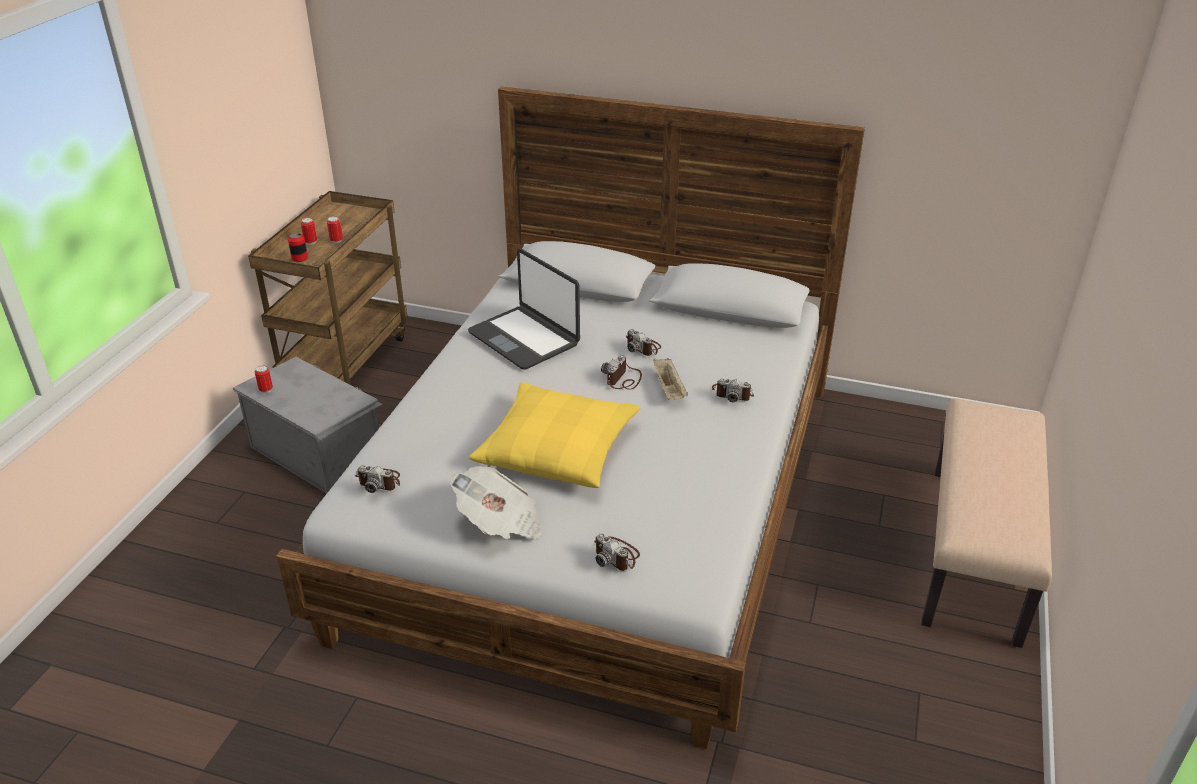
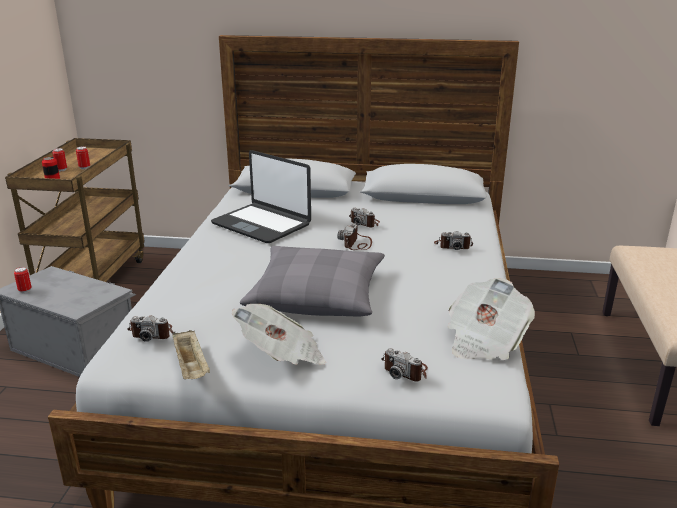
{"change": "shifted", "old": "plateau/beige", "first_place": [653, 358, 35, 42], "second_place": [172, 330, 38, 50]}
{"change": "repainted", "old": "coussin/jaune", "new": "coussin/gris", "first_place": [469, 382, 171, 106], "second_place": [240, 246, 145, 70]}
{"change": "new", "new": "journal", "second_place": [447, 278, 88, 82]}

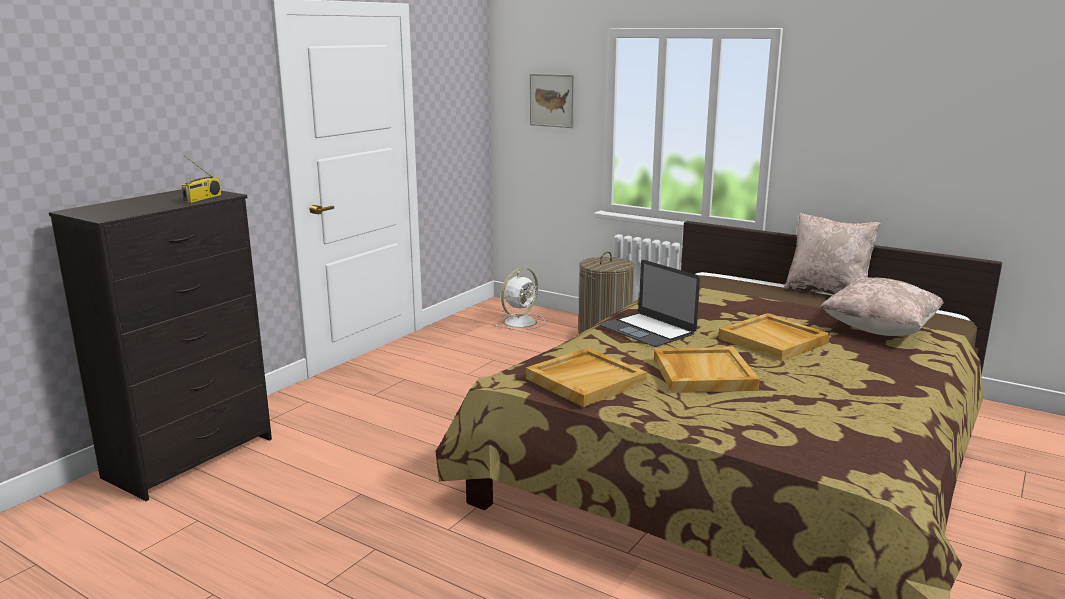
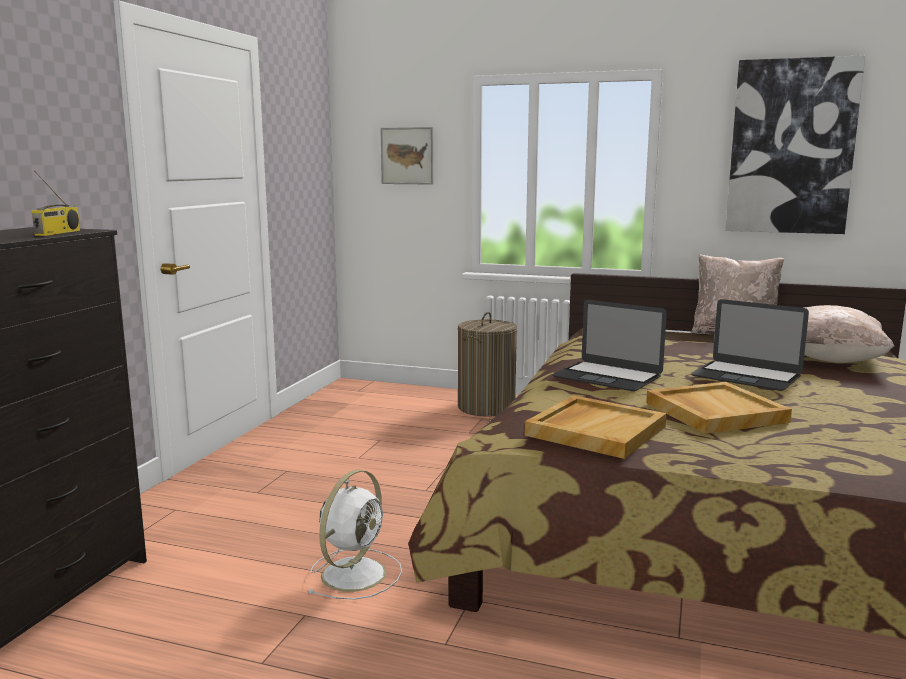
{"change": "shifted", "old": "ventilateur/blanc", "first_place": [495, 267, 50, 63], "second_place": [307, 470, 95, 130]}
{"change": "swapped", "old": "plateau/beige", "new": "ordinateur portable", "first_place": [718, 313, 112, 48], "second_place": [691, 299, 118, 92]}
{"change": "new", "new": "tableau", "second_place": [725, 55, 140, 179]}

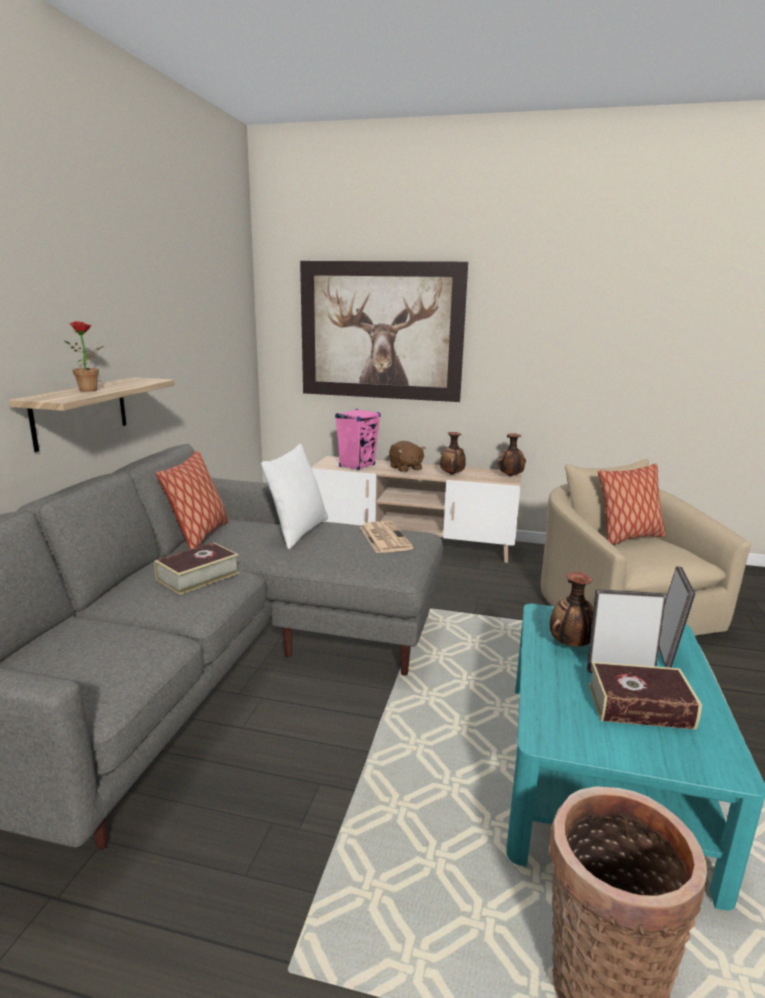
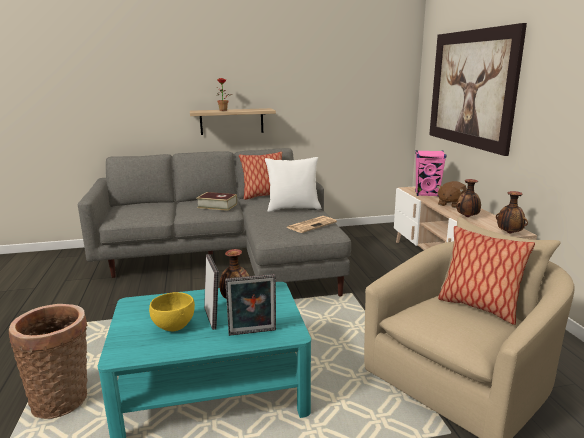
{"change": "swapped", "old": "livre", "new": "bol/jaune", "first_place": [588, 662, 114, 68], "second_place": [149, 292, 46, 39]}

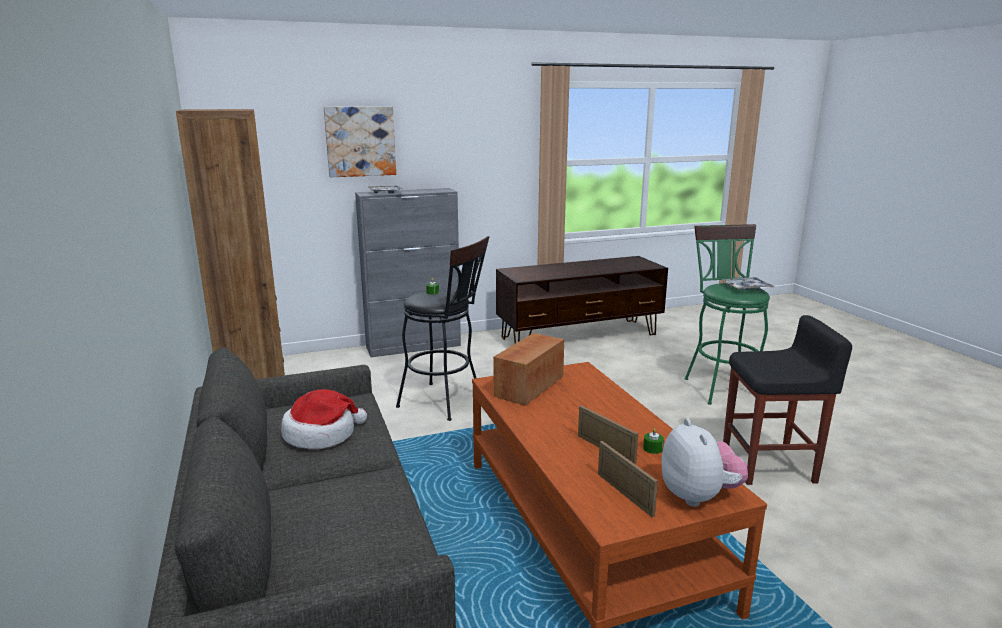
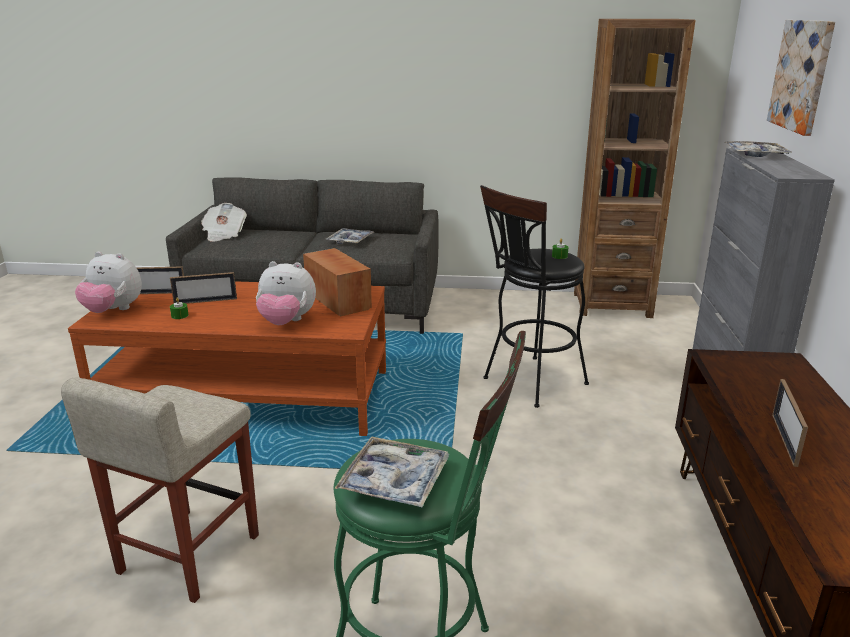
{"change": "repainted", "old": "tabouret/noir", "new": "tabouret/beige", "first_place": [723, 315, 129, 170], "second_place": [61, 377, 198, 226]}
{"change": "swapped", "old": "chapeau", "new": "plateau", "first_place": [281, 389, 86, 60], "second_place": [326, 228, 48, 16]}
{"change": "new", "new": "journal", "second_place": [201, 203, 46, 38]}
{"change": "new", "new": "peluche", "second_place": [256, 261, 60, 64]}
{"change": "new", "new": "cadre photo", "second_place": [772, 379, 36, 88]}

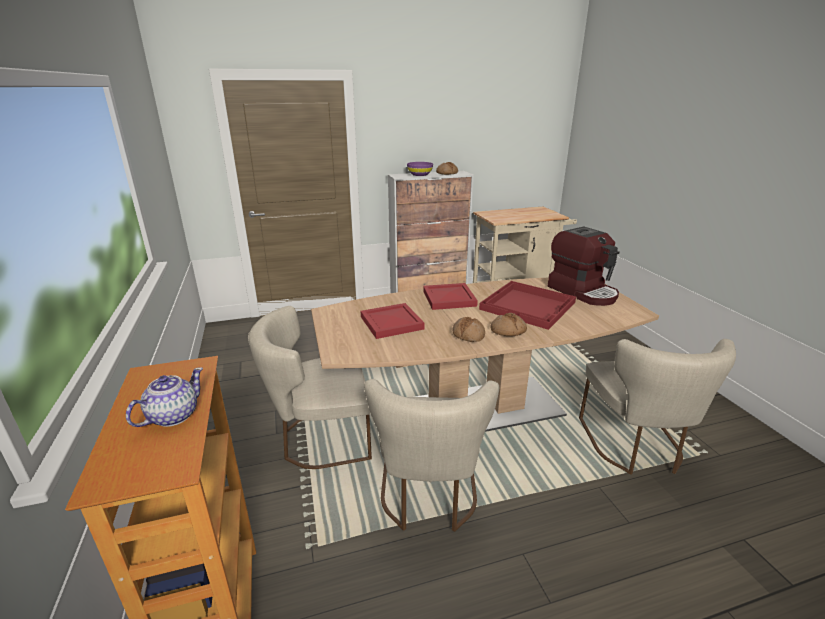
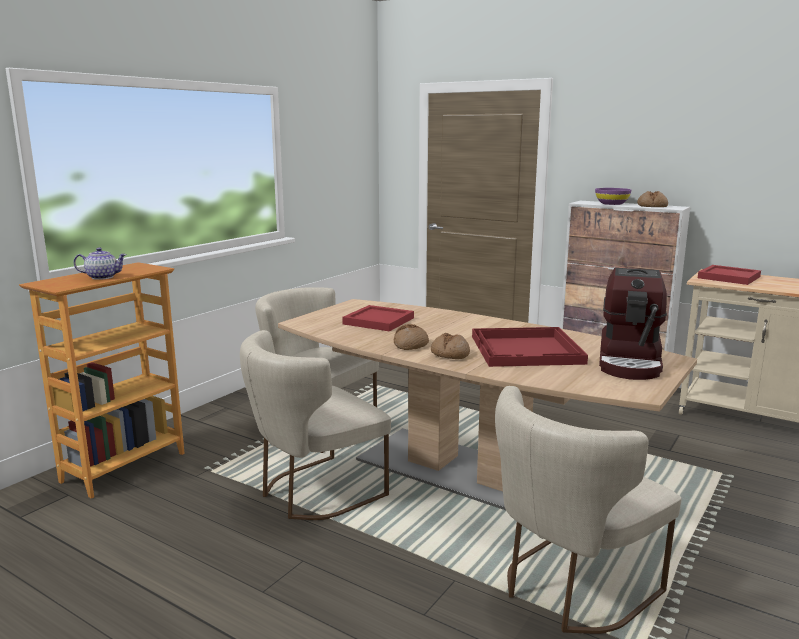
{"change": "shifted", "old": "plateau/rouge", "first_place": [423, 283, 55, 27], "second_place": [698, 265, 63, 20]}

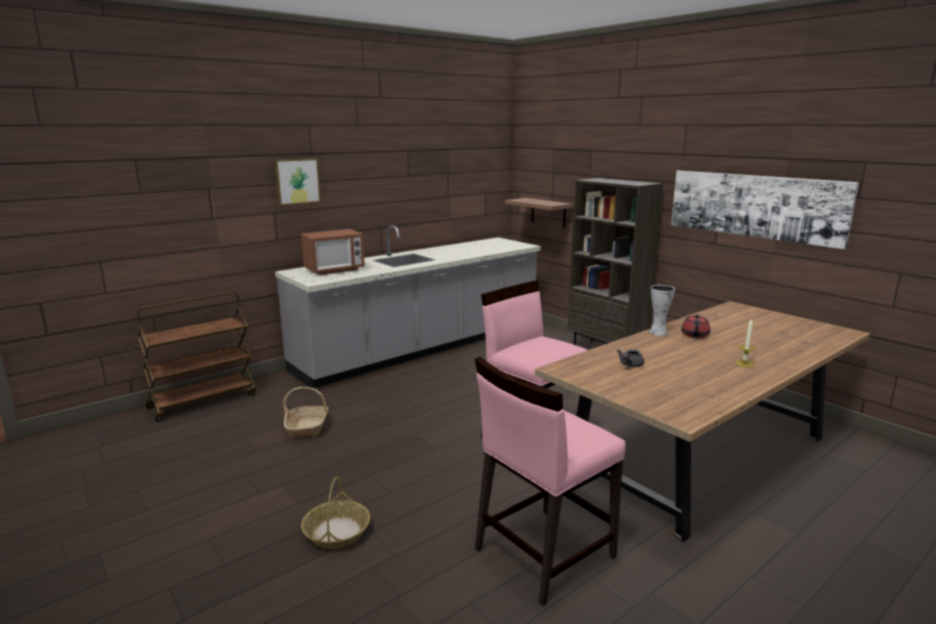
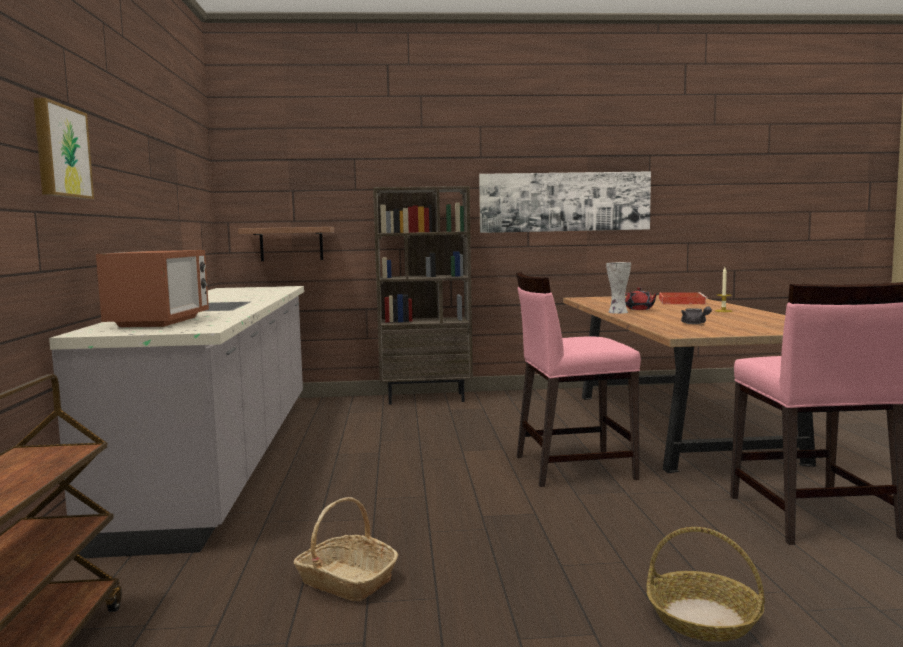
{"change": "new", "new": "plateau/rouge", "second_place": [659, 292, 49, 12]}

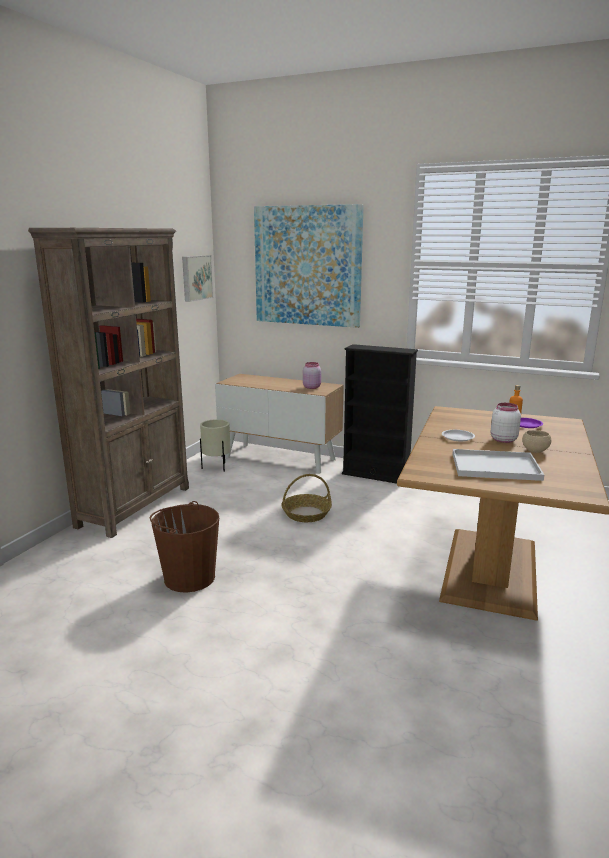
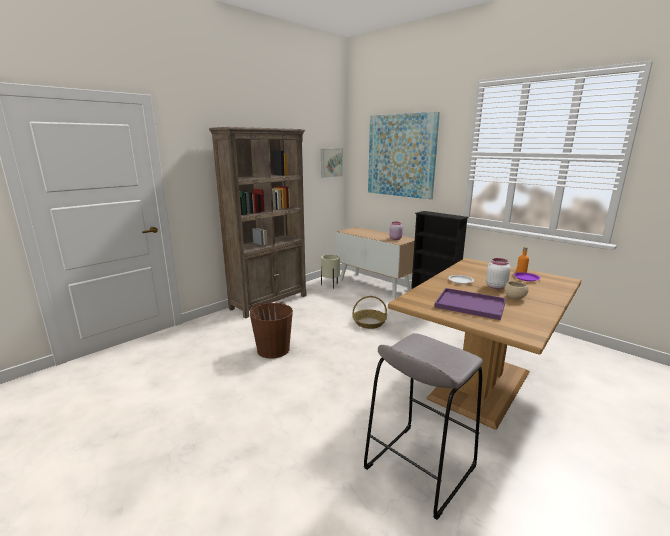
{"change": "repainted", "old": "plateau/blanc", "new": "plateau/violet", "first_place": [453, 449, 91, 32], "second_place": [434, 288, 72, 32]}
{"change": "new", "new": "tabouret/gris", "second_place": [364, 333, 119, 187]}

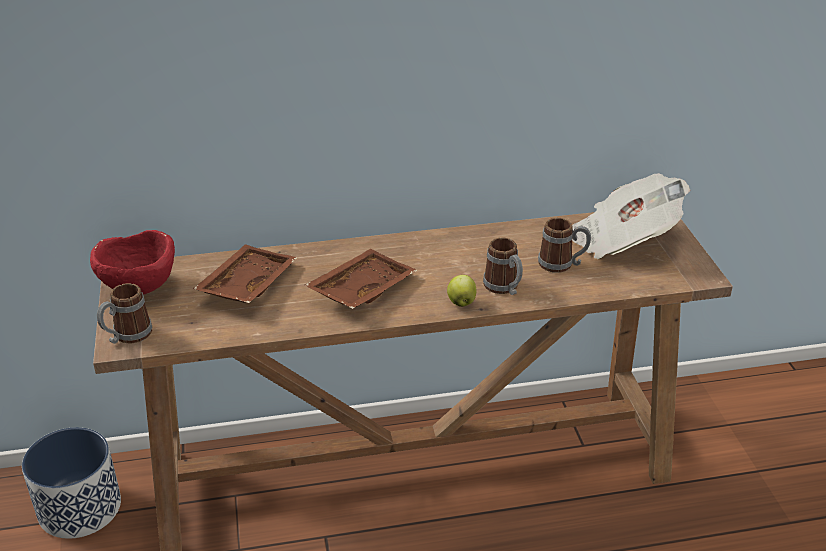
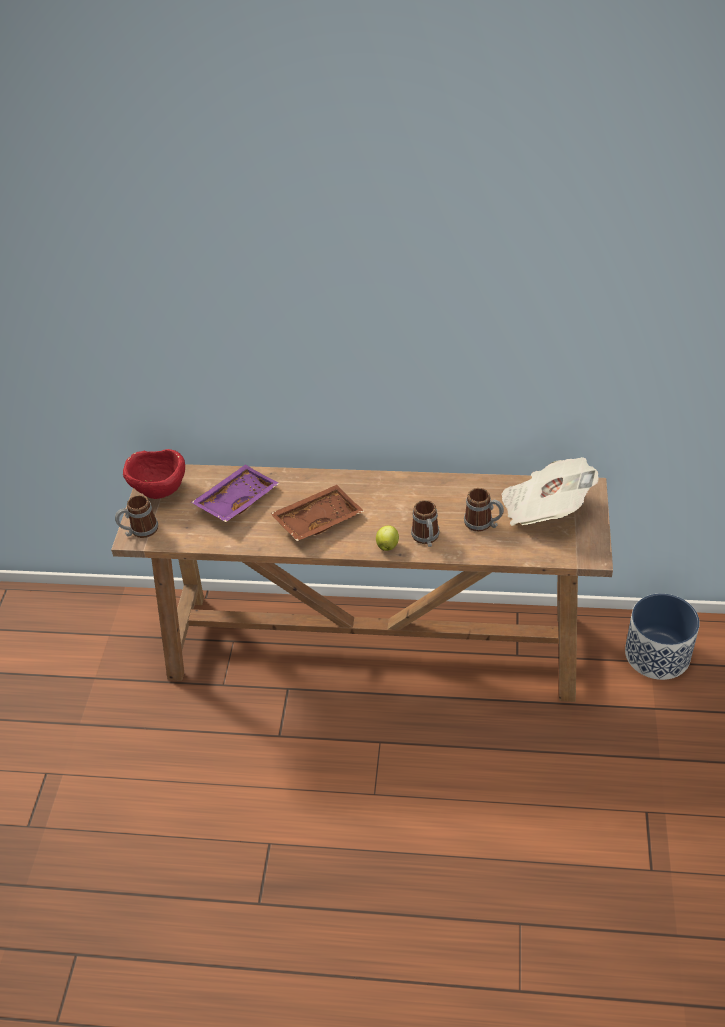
{"change": "repainted", "old": "plateau/marron", "new": "plateau/violet", "first_place": [193, 244, 104, 59], "second_place": [191, 464, 89, 58]}
{"change": "shifted", "old": "cache-pot", "first_place": [22, 427, 99, 112], "second_place": [625, 593, 75, 87]}

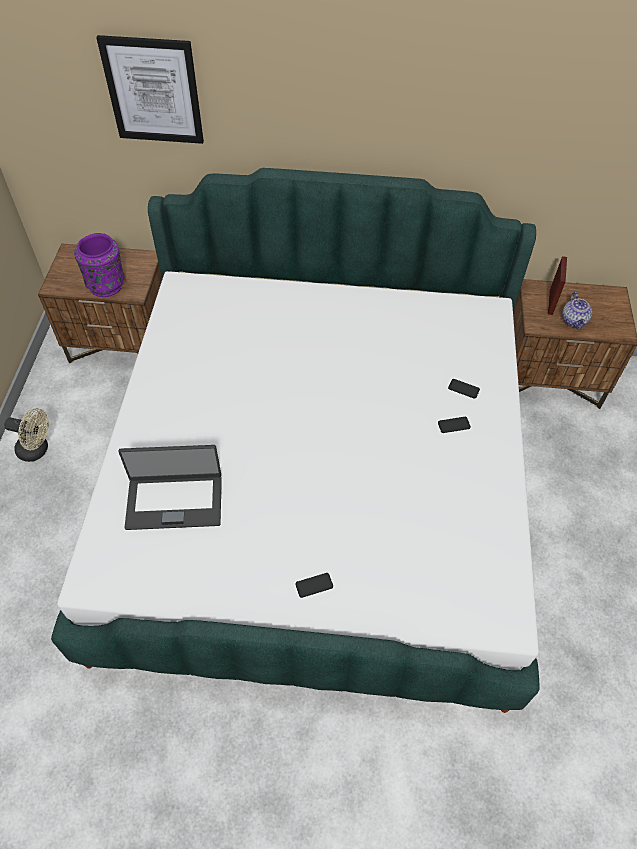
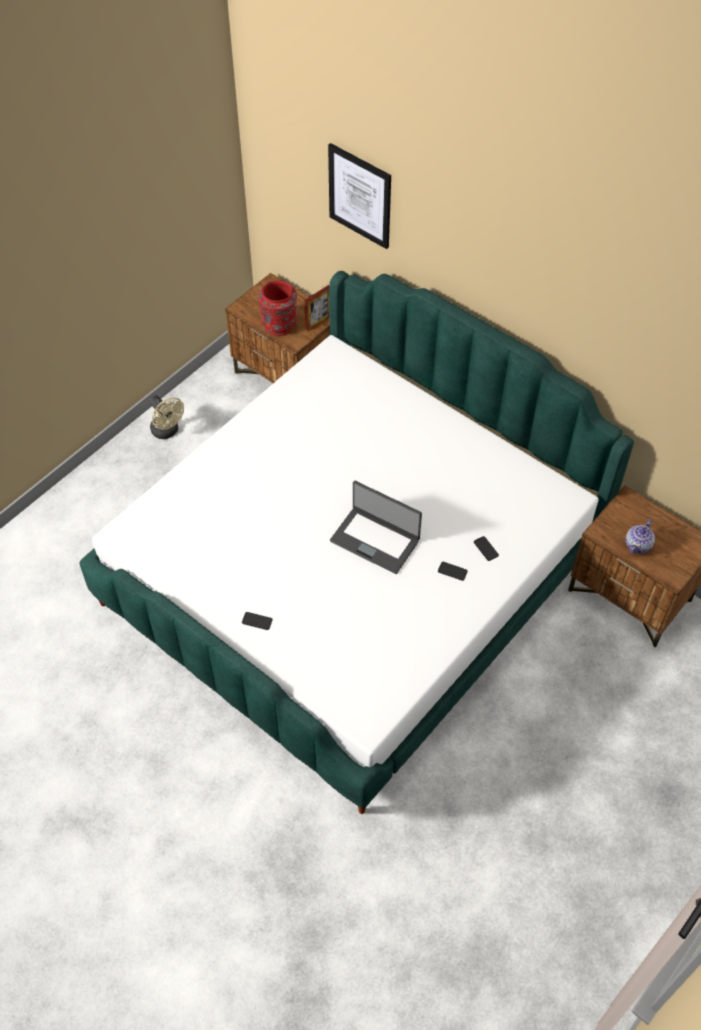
{"change": "repainted", "old": "vase/violet", "new": "vase/rouge", "first_place": [74, 233, 51, 64], "second_place": [258, 281, 39, 55]}
{"change": "shifted", "old": "cadre photo", "first_place": [548, 256, 19, 59], "second_place": [305, 285, 24, 46]}
{"change": "shifted", "old": "ordinateur portable", "first_place": [118, 445, 104, 85], "second_place": [330, 481, 92, 93]}

